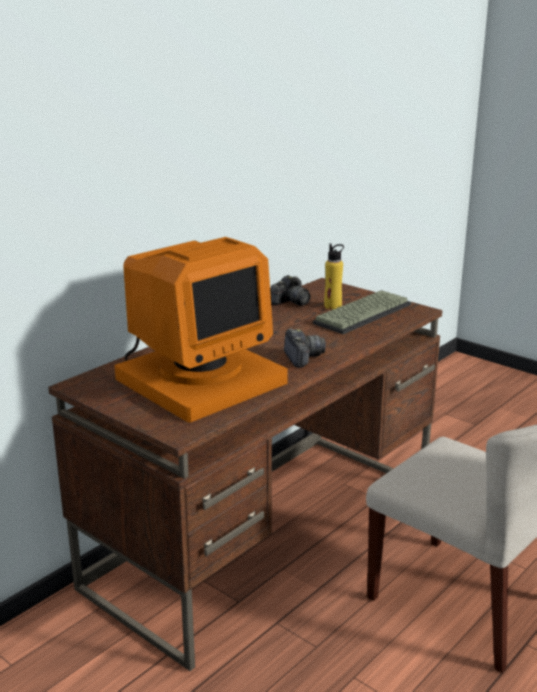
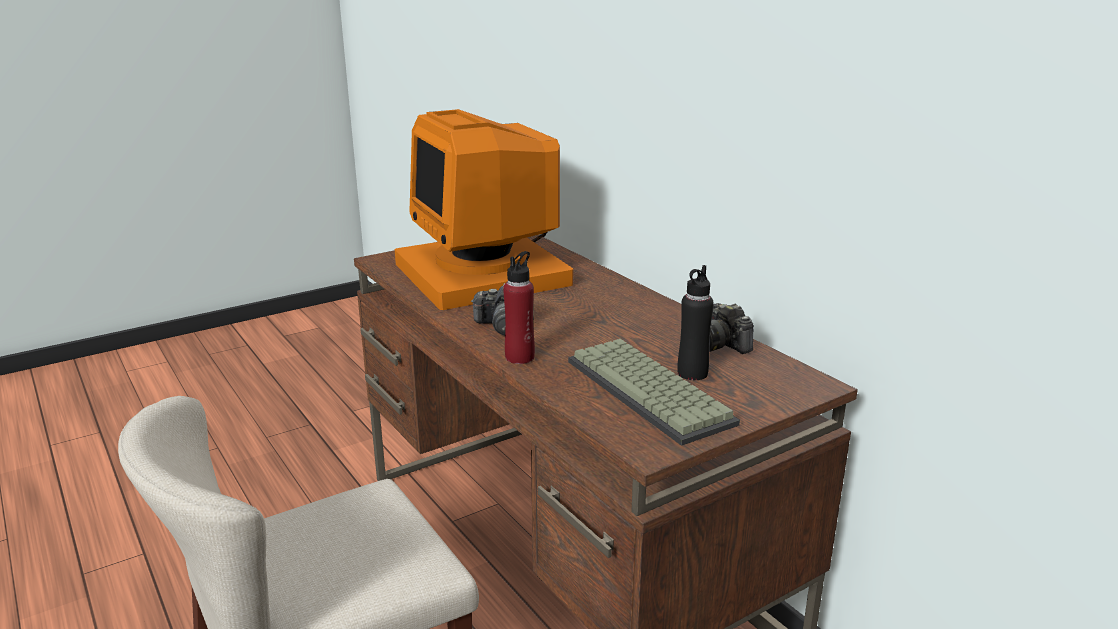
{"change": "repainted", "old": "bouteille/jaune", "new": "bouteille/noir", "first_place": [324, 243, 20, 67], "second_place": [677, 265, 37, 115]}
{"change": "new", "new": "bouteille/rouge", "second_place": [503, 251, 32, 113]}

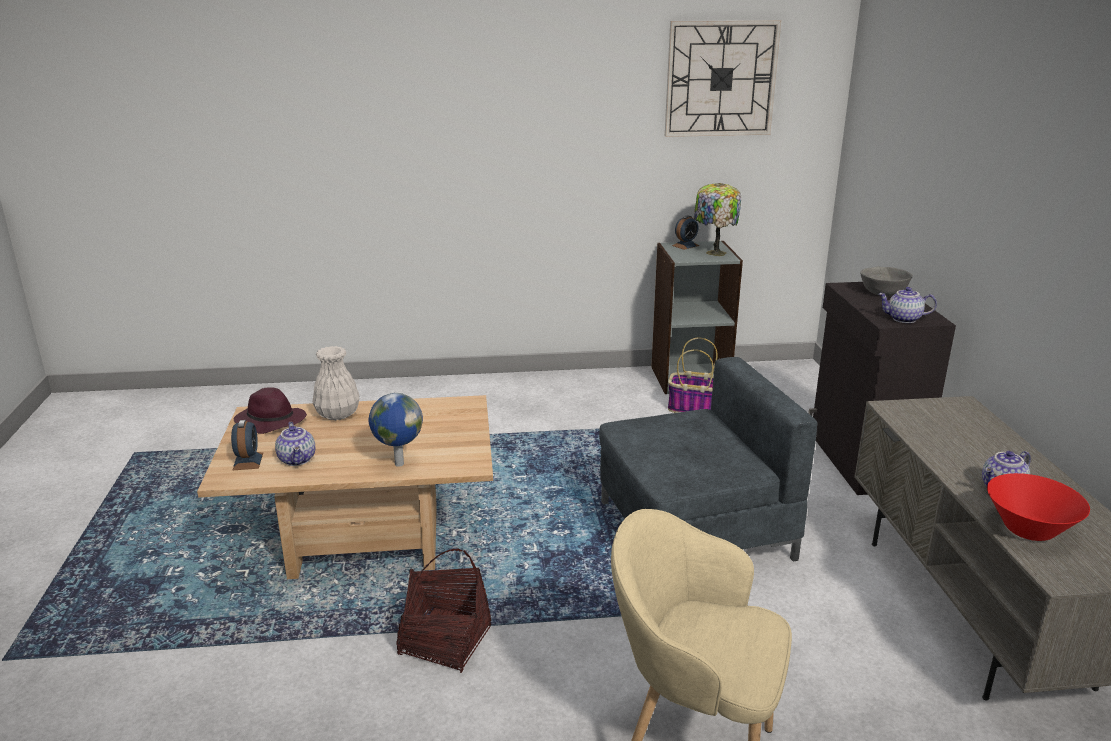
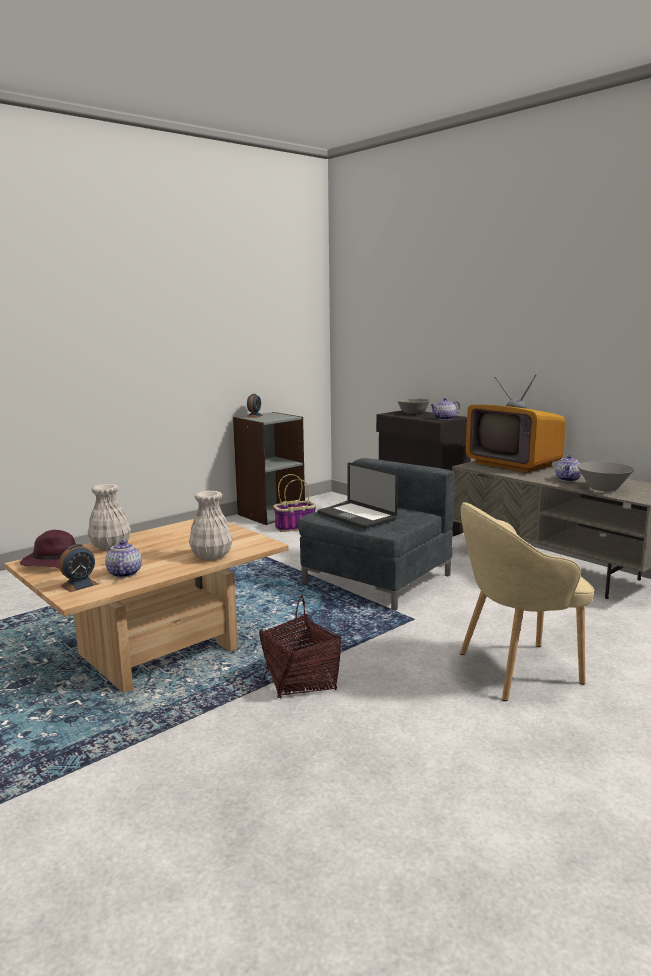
{"change": "gone", "old": "horloge murale", "first_place": [665, 20, 116, 117]}
{"change": "gone", "old": "lampe de table", "first_place": [694, 183, 47, 73]}
{"change": "swapped", "old": "globe", "new": "vase/blanc", "first_place": [369, 393, 54, 74], "second_place": [189, 490, 44, 70]}
{"change": "rotated", "old": "réveil", "first_place": [231, 420, 32, 50], "second_place": [59, 544, 40, 48], "degrees": 90}
{"change": "rotated", "old": "théière", "first_place": [275, 422, 40, 44], "second_place": [105, 540, 37, 38], "degrees": -135}
{"change": "repainted", "old": "bol/rouge", "new": "bol/gris", "first_place": [987, 473, 103, 68], "second_place": [577, 462, 57, 29]}
{"change": "new", "new": "téléviseur", "second_place": [466, 374, 100, 99]}
{"change": "new", "new": "ordinateur portable", "second_place": [318, 462, 80, 67]}

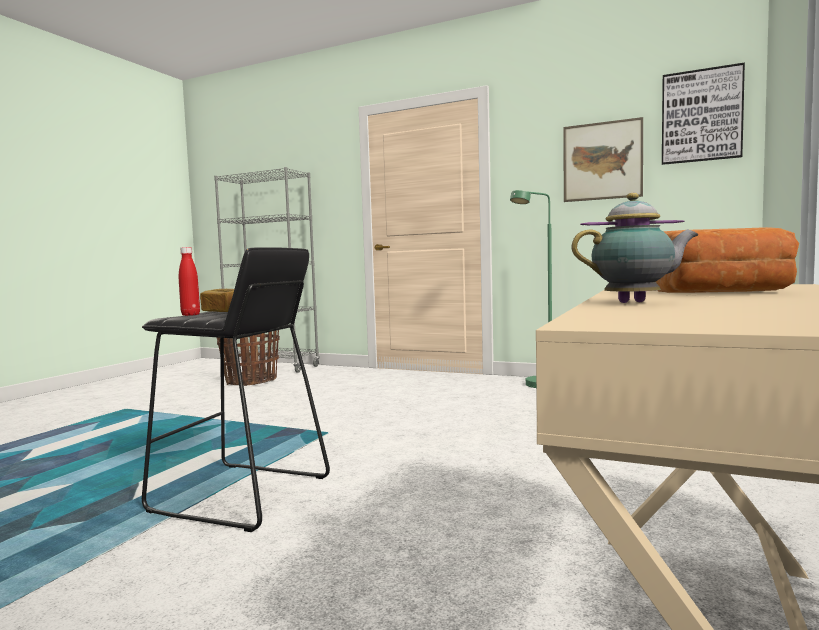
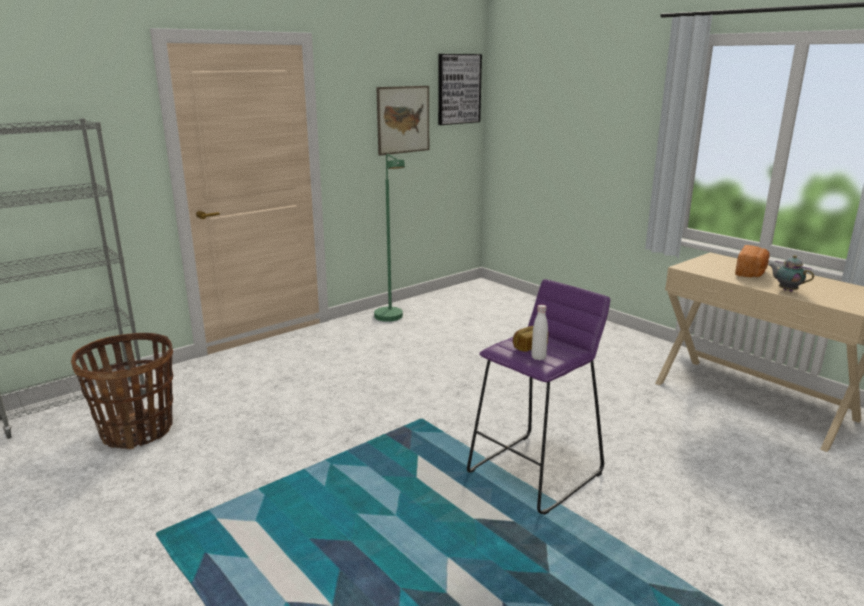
{"change": "rotated", "old": "théière", "first_place": [572, 193, 126, 110], "second_place": [769, 255, 45, 37], "degrees": -60}
{"change": "repainted", "old": "tabouret/noir", "new": "tabouret/violet", "first_place": [142, 247, 188, 285], "second_place": [467, 279, 143, 236]}
{"change": "repainted", "old": "bouteille/rouge", "new": "bouteille/blanc", "first_place": [179, 247, 21, 69], "second_place": [531, 305, 17, 55]}

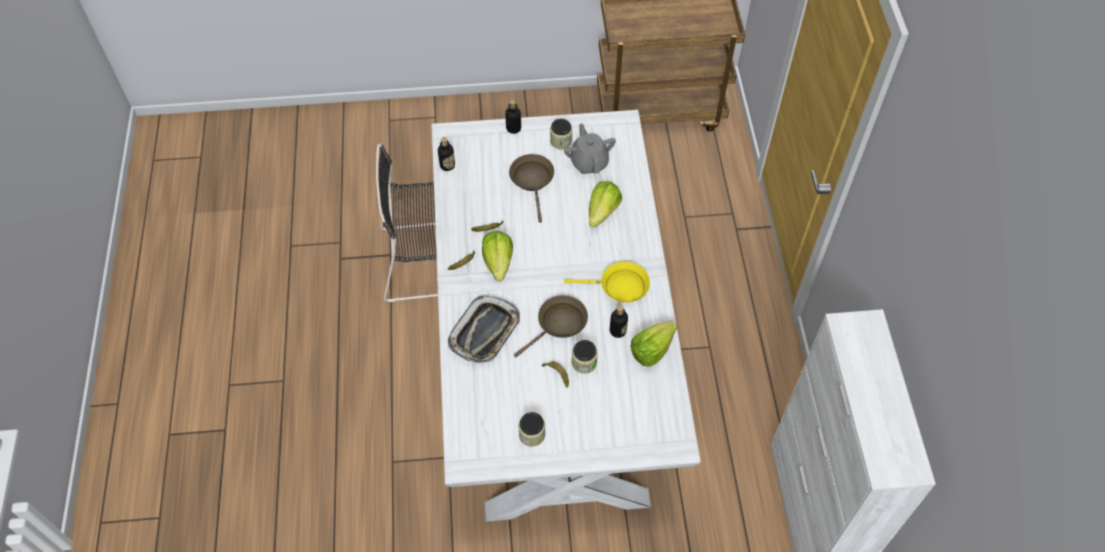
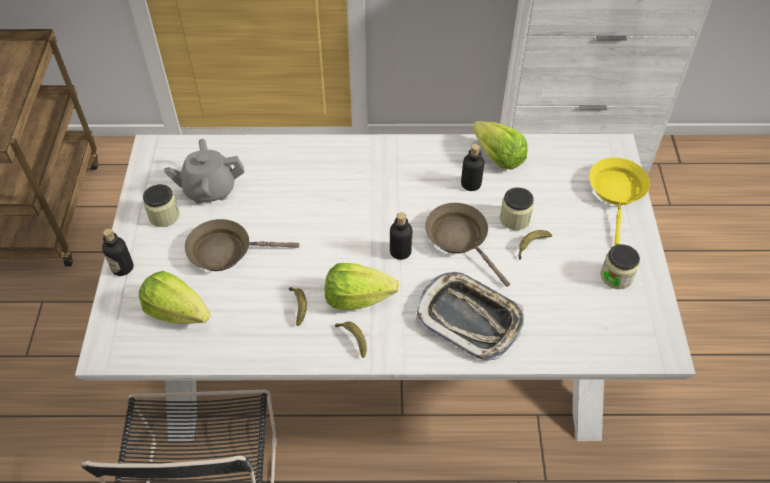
{"change": "shifted", "old": "bouteille", "first_place": [438, 137, 17, 34], "second_place": [390, 212, 22, 48]}
{"change": "shifted", "old": "laitue", "first_place": [589, 181, 33, 47], "second_place": [139, 271, 71, 53]}
{"change": "shifted", "old": "poêle/jaune", "first_place": [564, 262, 86, 41], "second_place": [589, 158, 61, 88]}

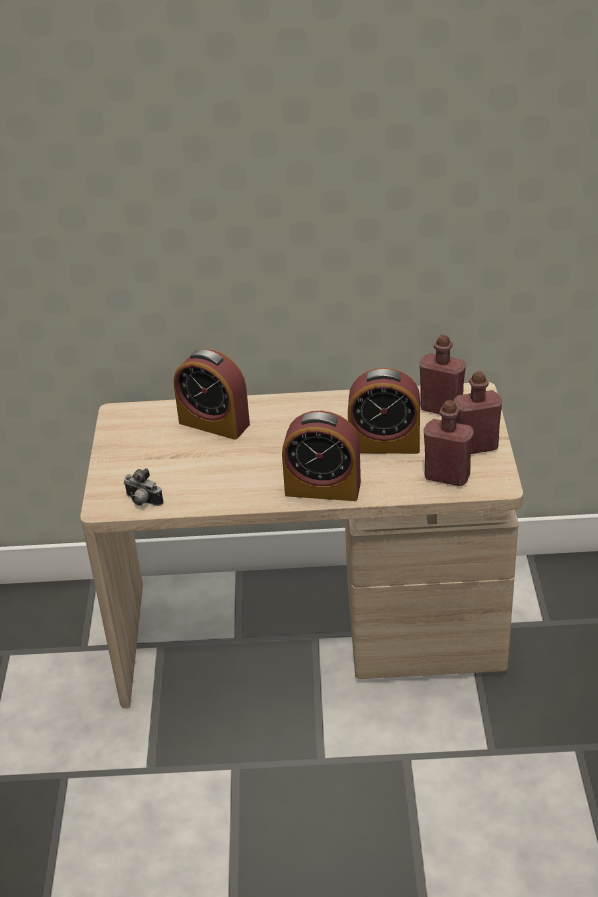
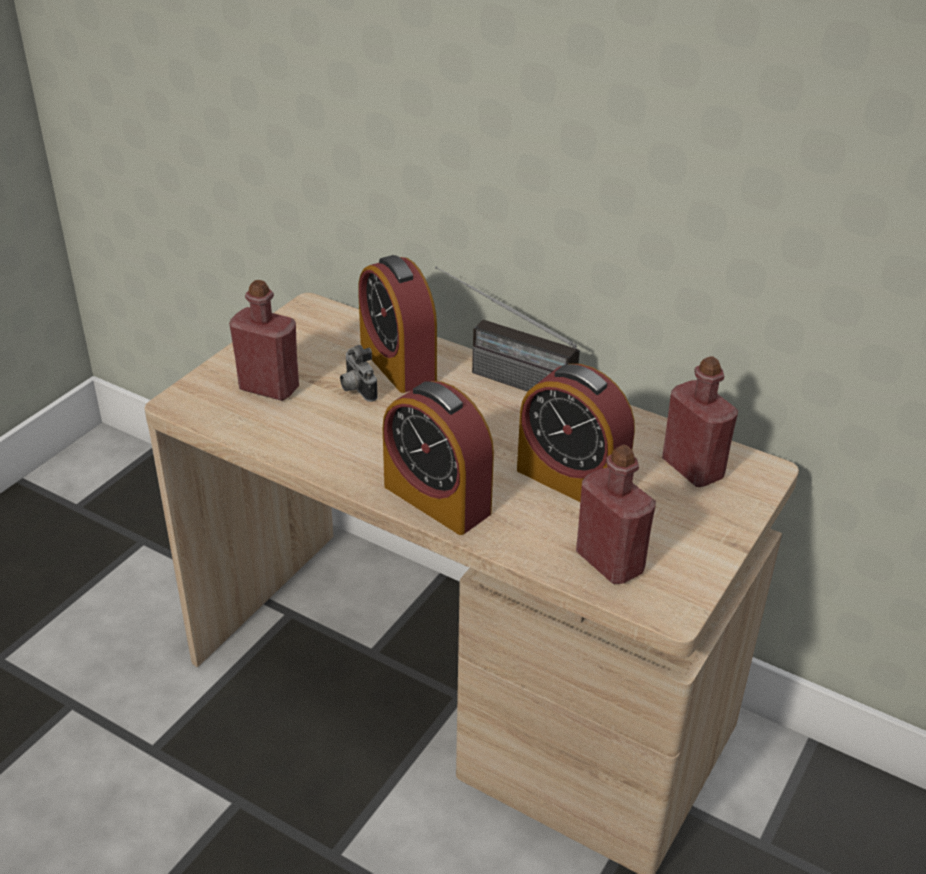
{"change": "shifted", "old": "bouteille/rouge", "first_place": [454, 371, 48, 83], "second_place": [229, 280, 70, 121]}
{"change": "shifted", "old": "appareil photo", "first_place": [123, 468, 40, 38], "second_place": [340, 345, 38, 57]}
{"change": "new", "new": "radio", "second_place": [435, 266, 145, 126]}

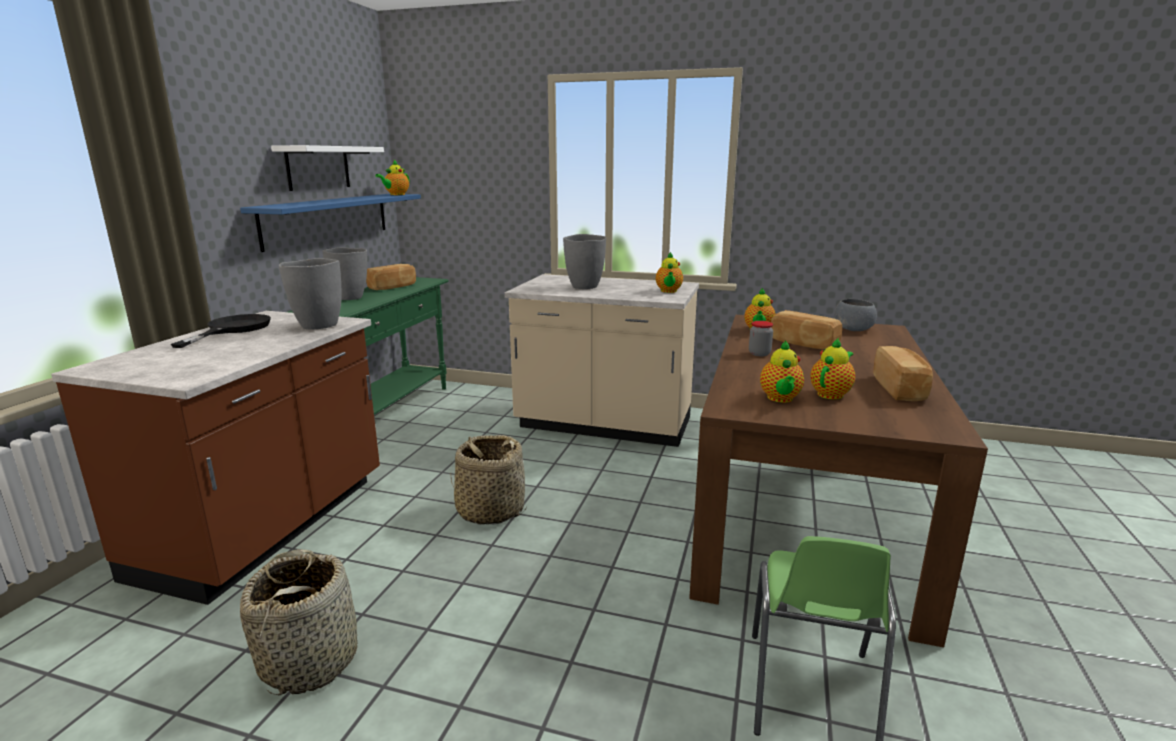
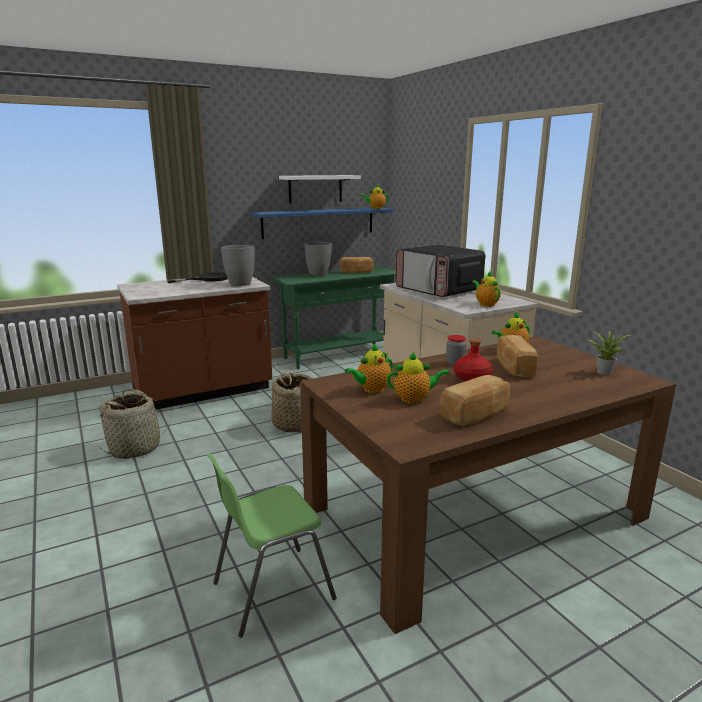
{"change": "swapped", "old": "vase/gris", "new": "micro-ondes", "first_place": [563, 234, 43, 55], "second_place": [396, 244, 89, 53]}
{"change": "rotated", "old": "théière", "first_place": [656, 252, 27, 41], "second_place": [472, 272, 29, 35], "degrees": 105}
{"change": "swapped", "old": "bol/gris", "new": "plante en pot", "first_place": [834, 299, 43, 32], "second_place": [587, 330, 43, 45]}
{"change": "new", "new": "bouteille/rouge", "second_place": [454, 339, 39, 42]}

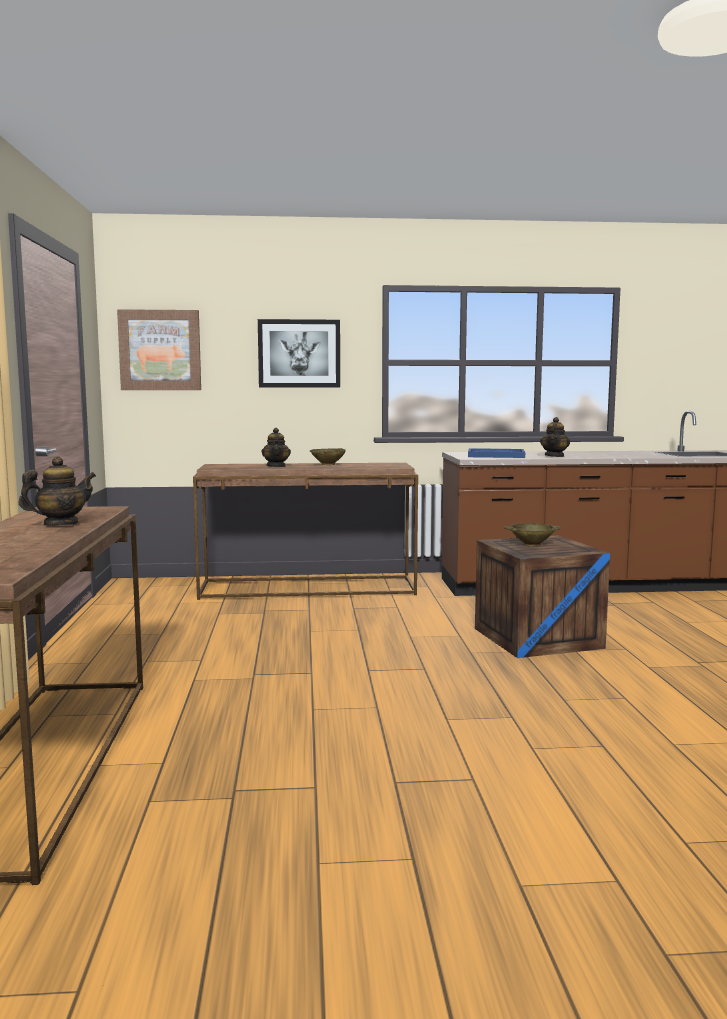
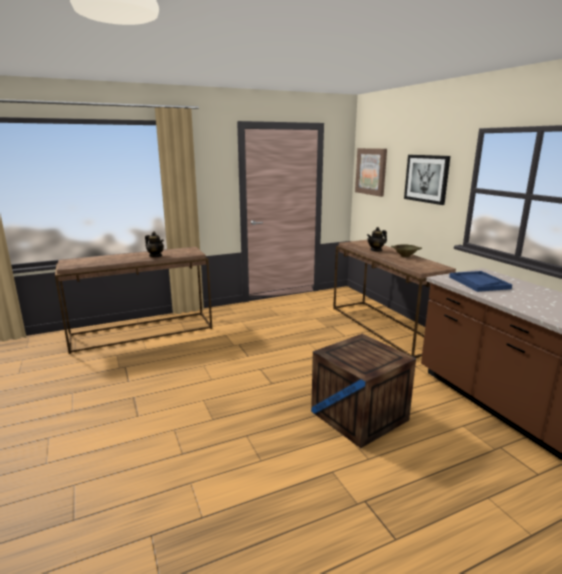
{"change": "gone", "old": "théière", "first_place": [540, 417, 30, 40]}
{"change": "gone", "old": "bol/beige", "first_place": [504, 523, 57, 24]}

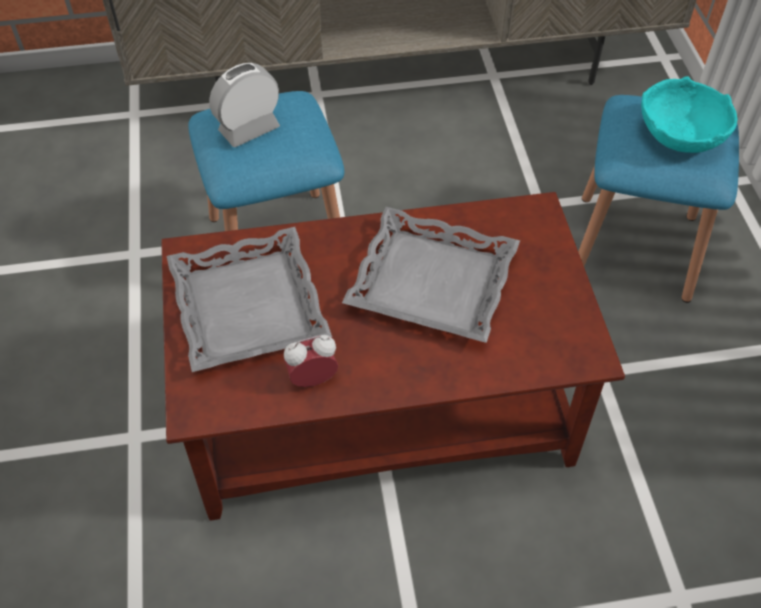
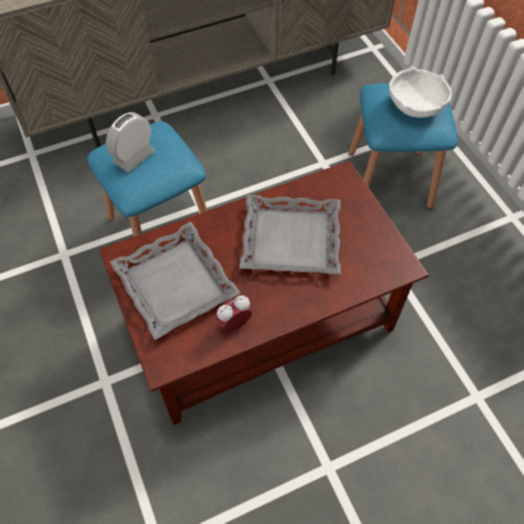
{"change": "repainted", "old": "bol/turquoise", "new": "bol/blanc", "first_place": [641, 76, 97, 77], "second_place": [389, 67, 63, 51]}

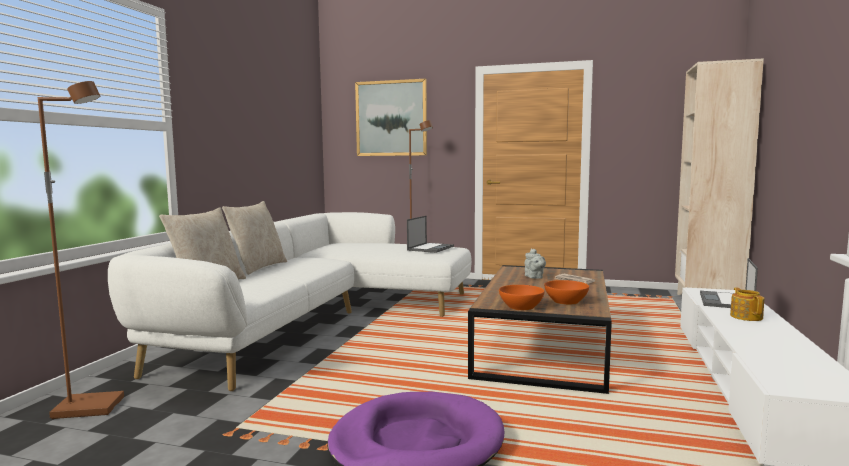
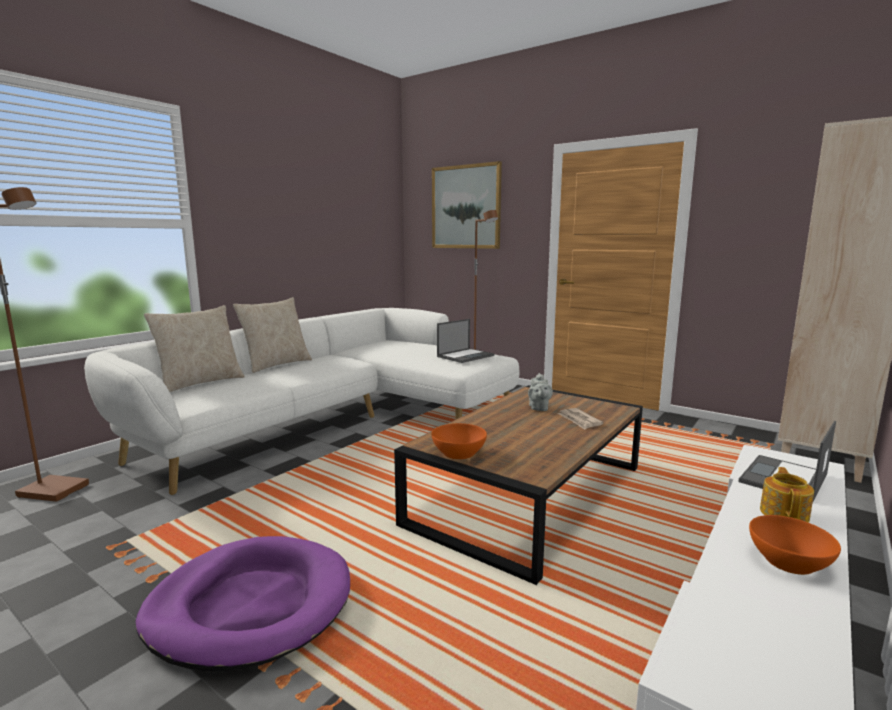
{"change": "shifted", "old": "bol/orange", "first_place": [544, 280, 45, 25], "second_place": [749, 515, 92, 60]}

